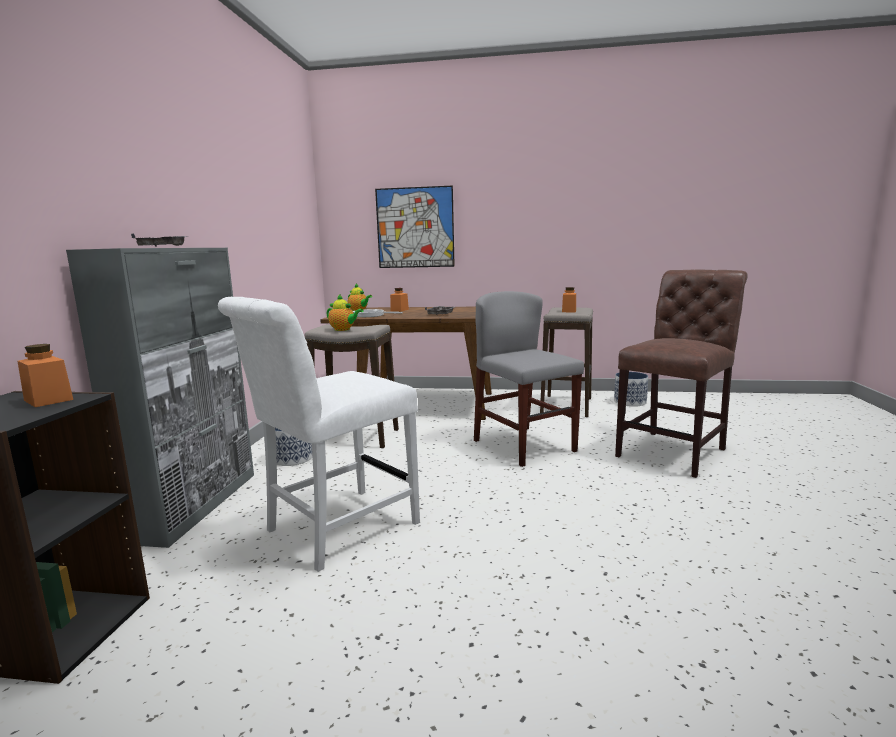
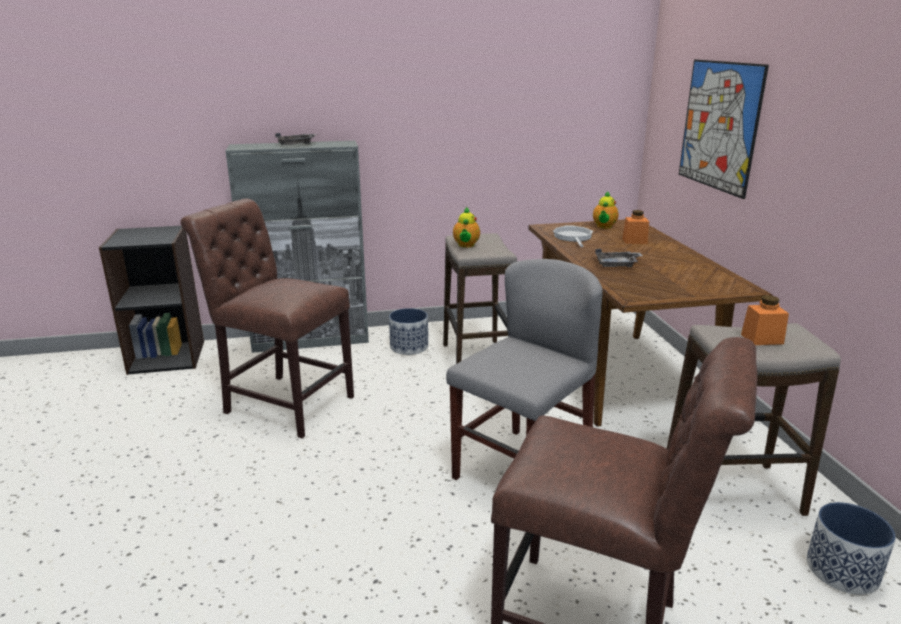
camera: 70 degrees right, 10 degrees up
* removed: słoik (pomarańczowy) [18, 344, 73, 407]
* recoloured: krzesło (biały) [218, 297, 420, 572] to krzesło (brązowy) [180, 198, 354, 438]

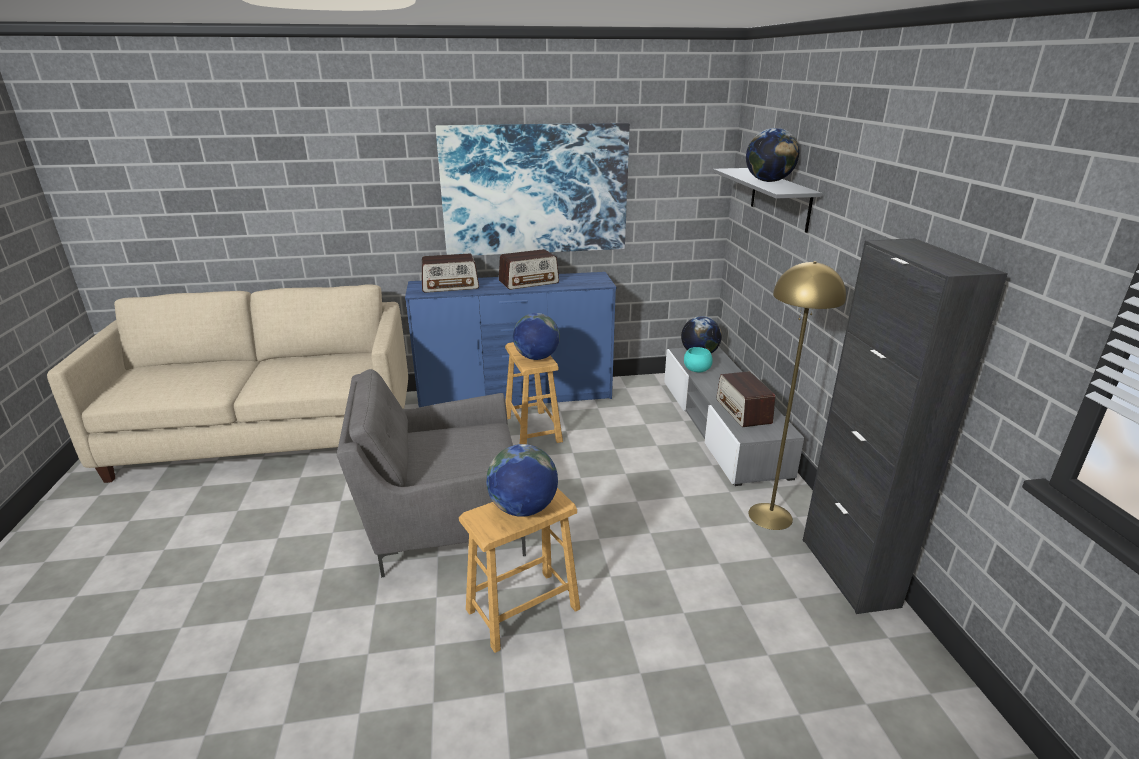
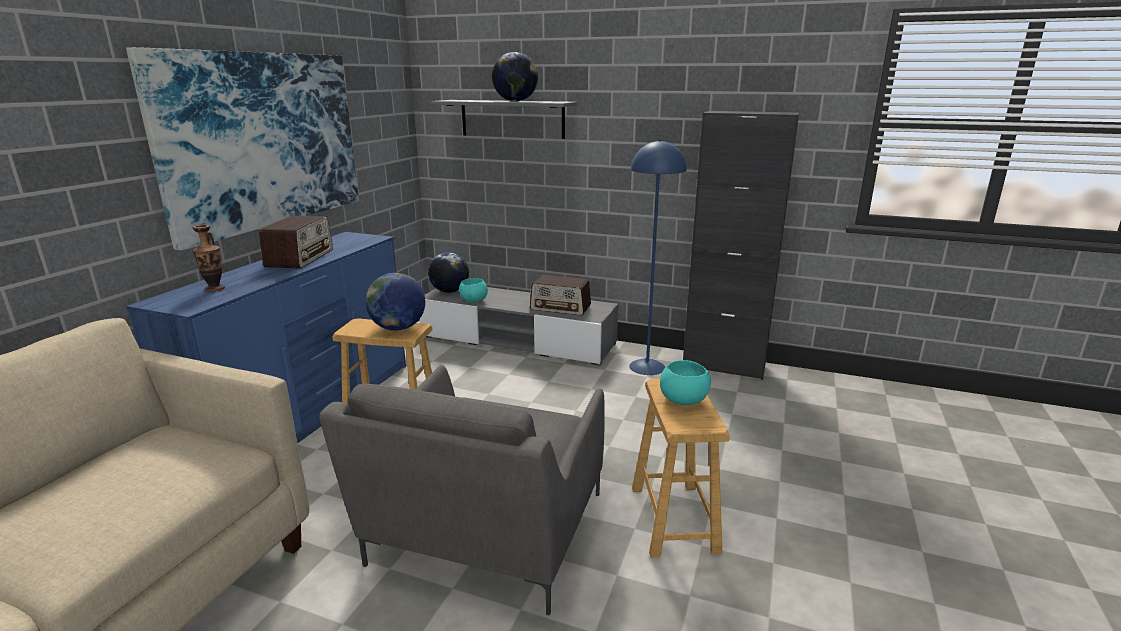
camera: 60 degrees left, 5 degrees down
* replaced: radio [422, 253, 479, 293] to wazon [192, 225, 225, 292]
* replaced: globus [486, 444, 558, 517] to miska (turkusowy) [660, 360, 711, 405]
* recoloured: lampa stojąca (żółty) [748, 261, 846, 530] to lampa stojąca (niebieski) [629, 140, 687, 375]

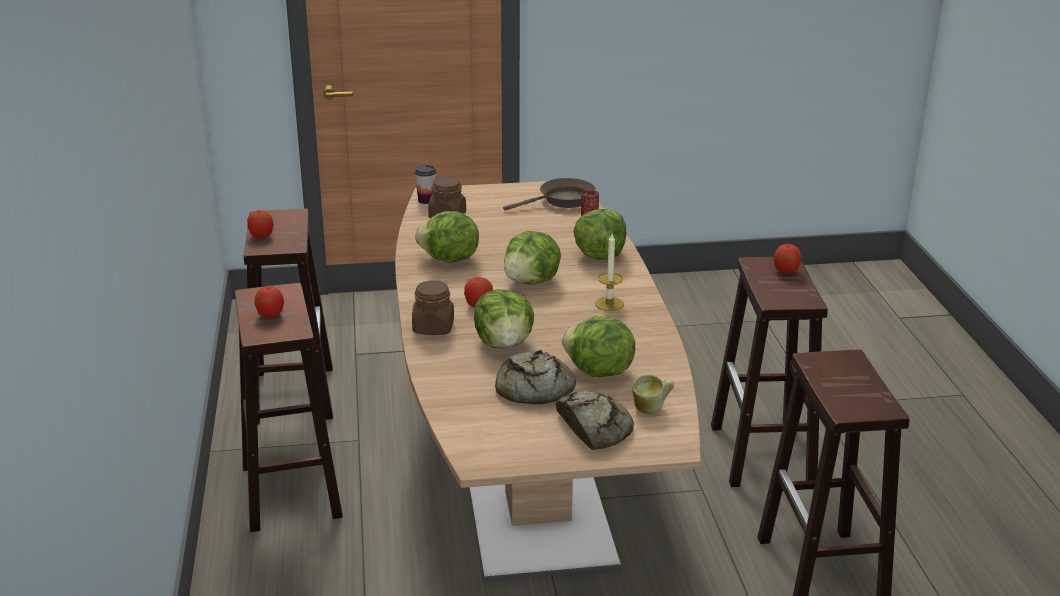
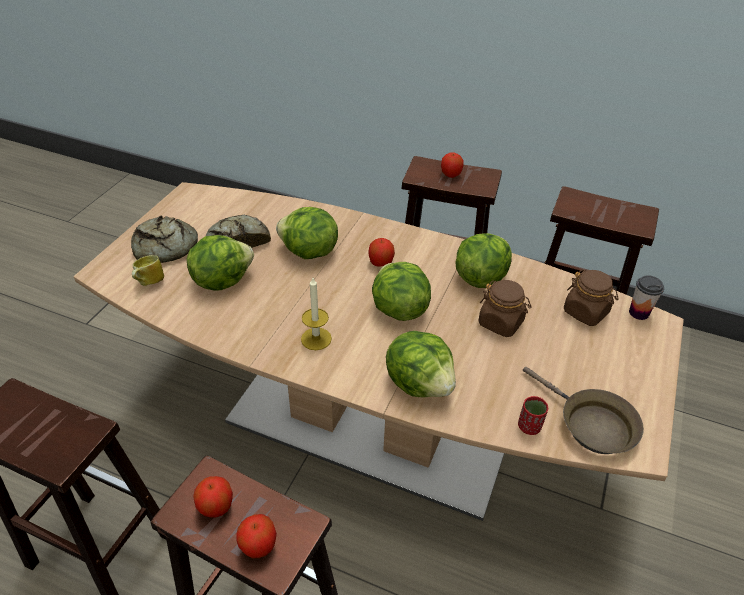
camera: 120 degrees right, 15 degrees up
* moved: jabłko [247, 210, 274, 239] to [193, 476, 233, 518]
* moved: słoik (brązowy) [412, 280, 454, 335] to [478, 280, 532, 337]
* turned: patelnia (brązowy) [503, 178, 596, 211] = [523, 367, 644, 454] 45 degrees counterclockwise

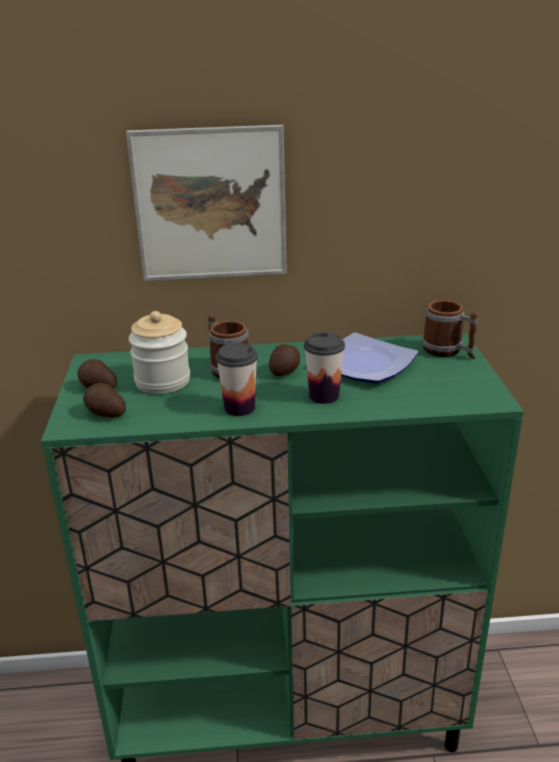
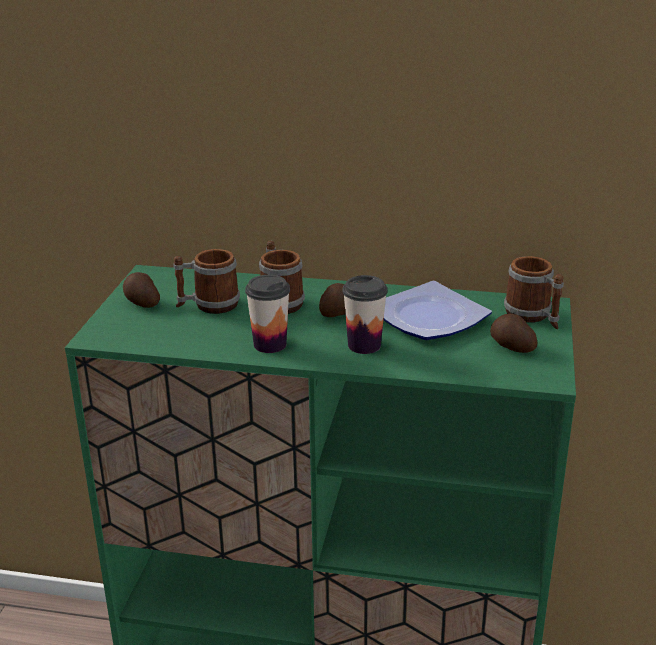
camera: 15 degrees right, 0 degrees up
* moved: ziemniak [83, 383, 126, 418] to [490, 314, 537, 353]
* removed: obraz [126, 125, 287, 281]
* replaced: słoik [129, 311, 190, 394] to kubek [173, 249, 240, 314]

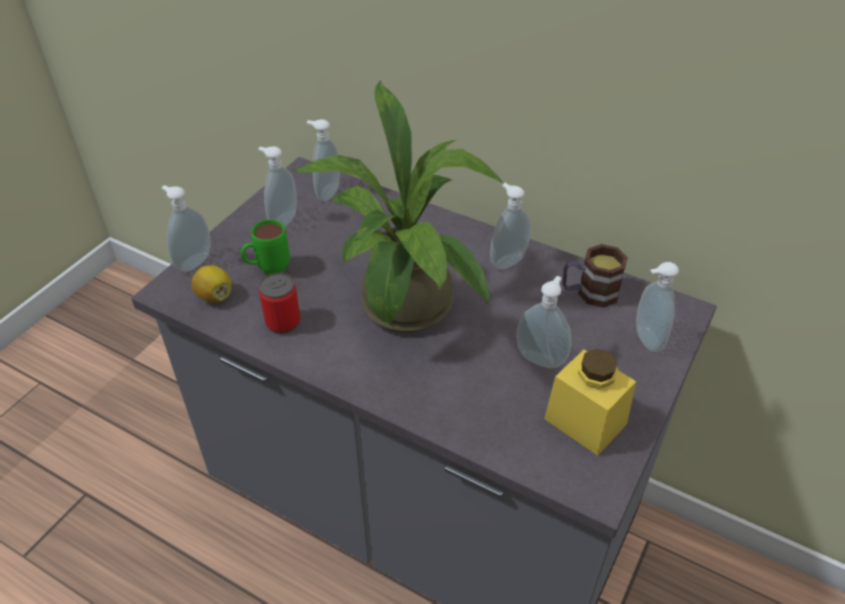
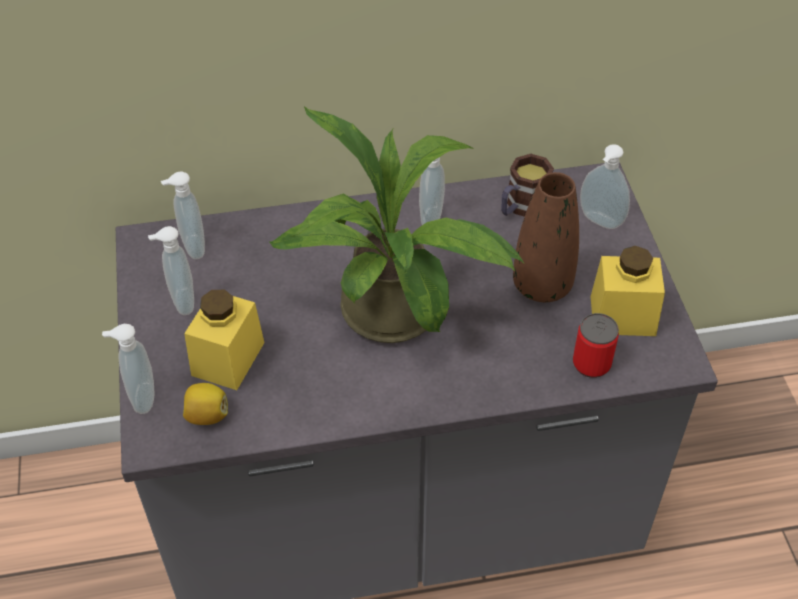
camera: 40 degrees left, 5 degrees up
* replaced: kubek (zielony) [241, 219, 290, 275] to słoik (żółty) [184, 290, 265, 390]
* moved: puszka [259, 273, 300, 334] to [573, 313, 619, 378]
* replaced: dozownik mydła [516, 276, 571, 368] to wazon (brązowy) [513, 172, 579, 302]

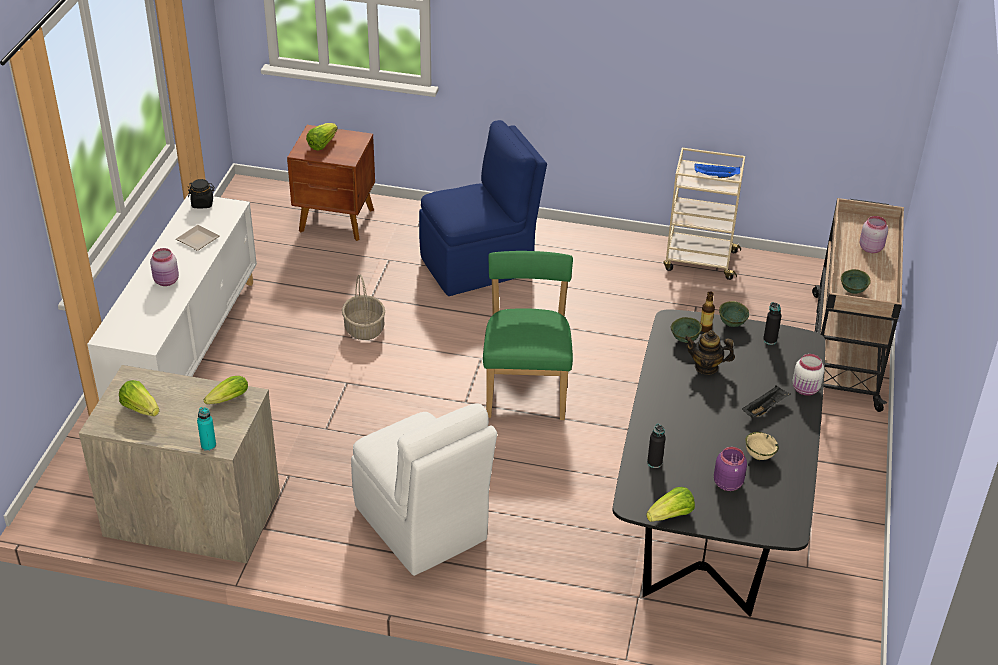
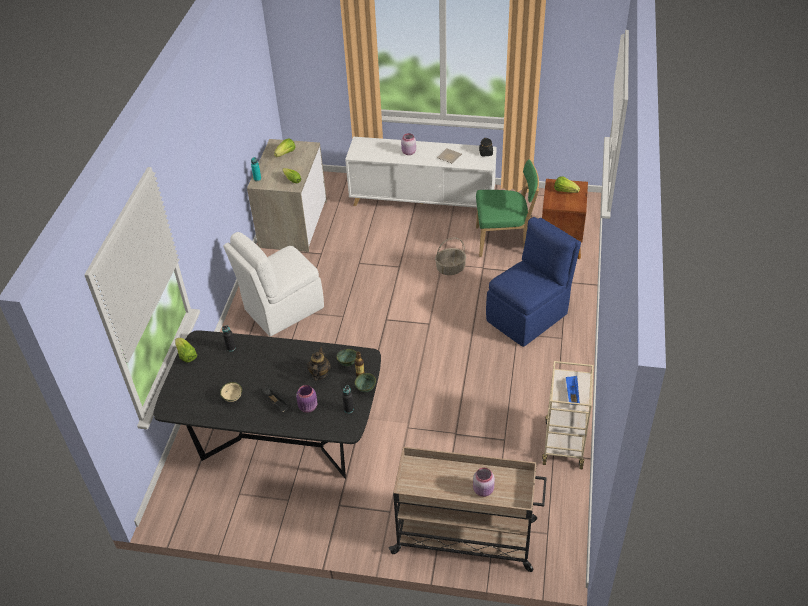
camera: 90 degrees right, 5 degrees up
* turned: krzesło (niebieski) [419, 120, 547, 296] = [486, 217, 581, 347] 105 degrees counterclockwise
* moved: krzesło (zielony) [483, 251, 573, 420] to [476, 159, 539, 257]
* moved: słoik (fioletowy) [714, 447, 747, 491] to [296, 385, 317, 413]
* removed: słoik (biały) [793, 354, 824, 396]
* removed: miska (zielony) [841, 269, 871, 294]

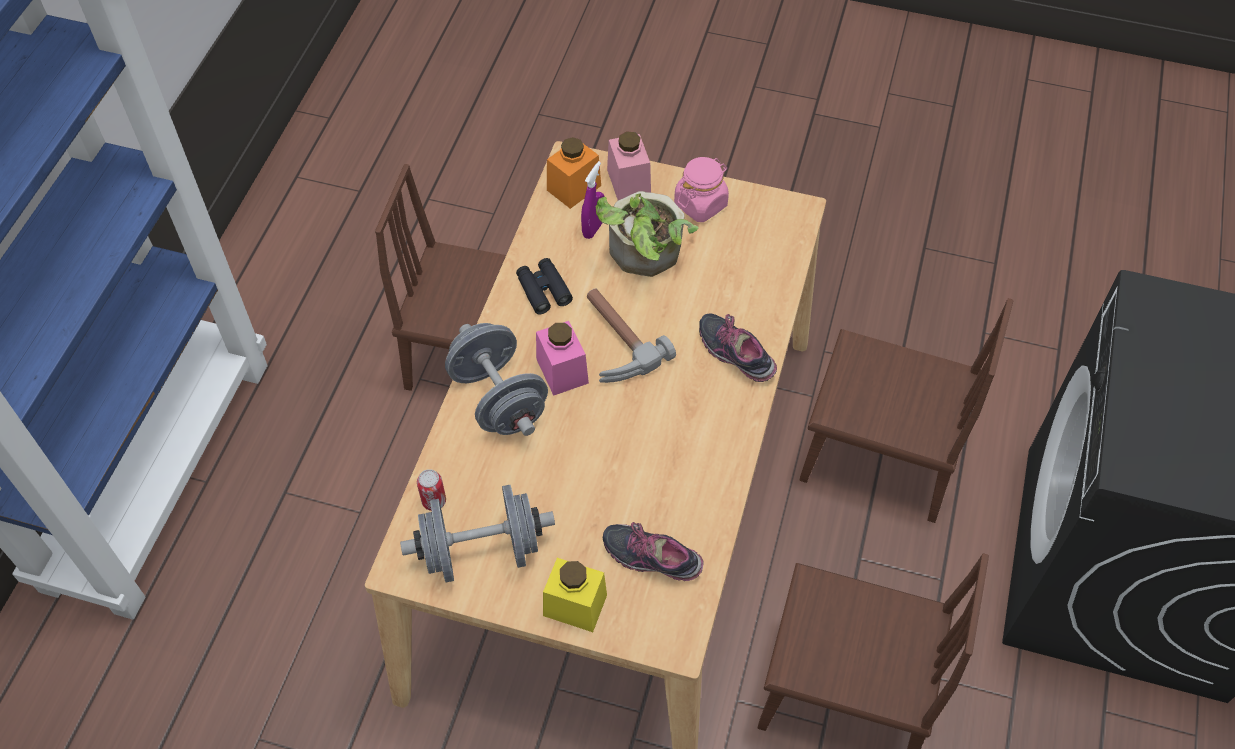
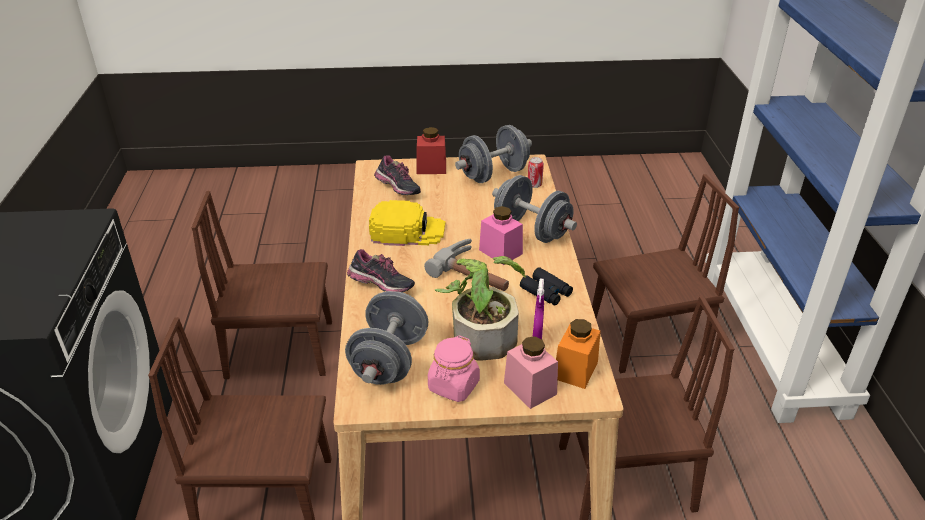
camera: 160 degrees right, 20 degrees down
* recoloured: słoik (żółty) [543, 558, 607, 632] to słoik (czerwony) [416, 127, 446, 174]
* turned: but [603, 522, 703, 581] = [374, 155, 421, 195] 45 degrees clockwise
* added: hantel (szary) [345, 291, 428, 385]
* added: czapka z daszkiem (żółty) [369, 200, 446, 246]
* added: krzesło (brązowy) [592, 174, 739, 373]

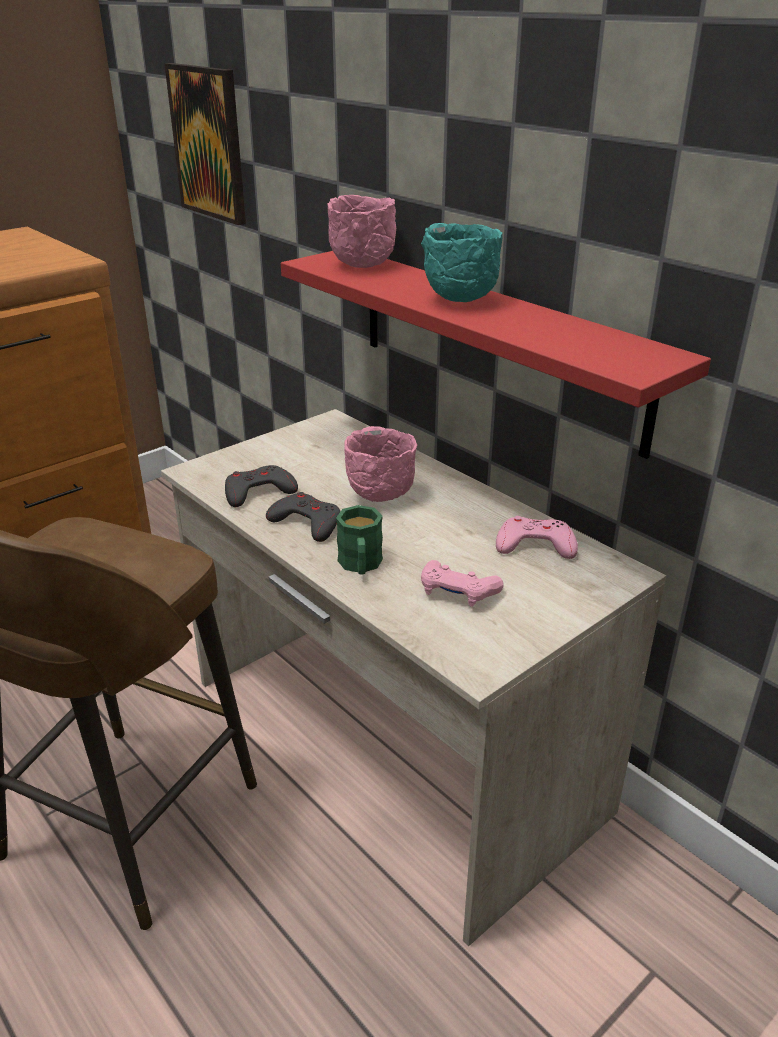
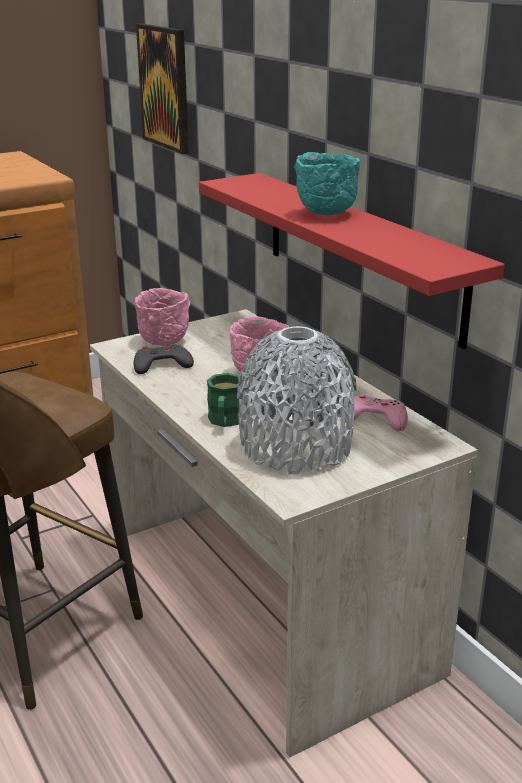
camera: 10 degrees right, 5 degrees down
* removed: pad do gier (szary) [266, 492, 340, 542]
* moved: miska (różowy) [327, 195, 396, 268] to [135, 288, 191, 346]
* replaced: pad do gier (różowy) [421, 560, 504, 607] to wazon (szary) [237, 326, 356, 475]

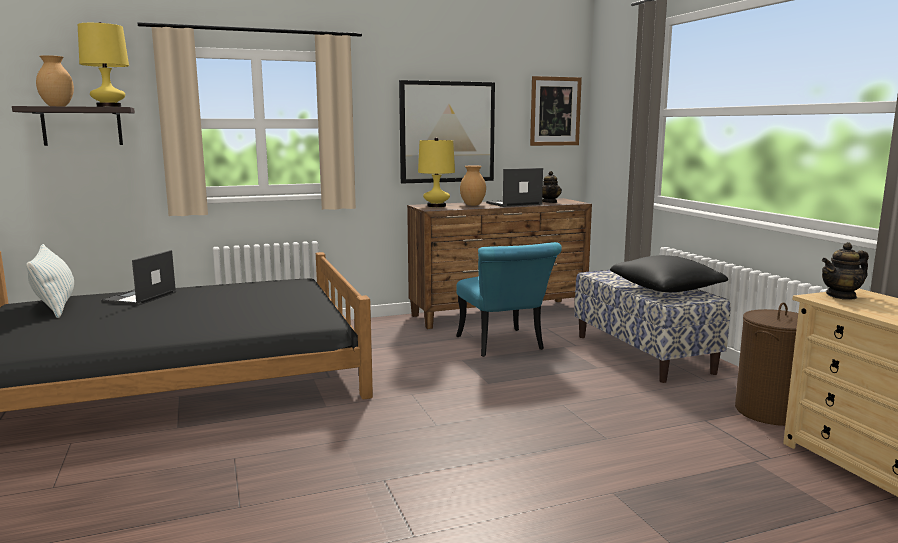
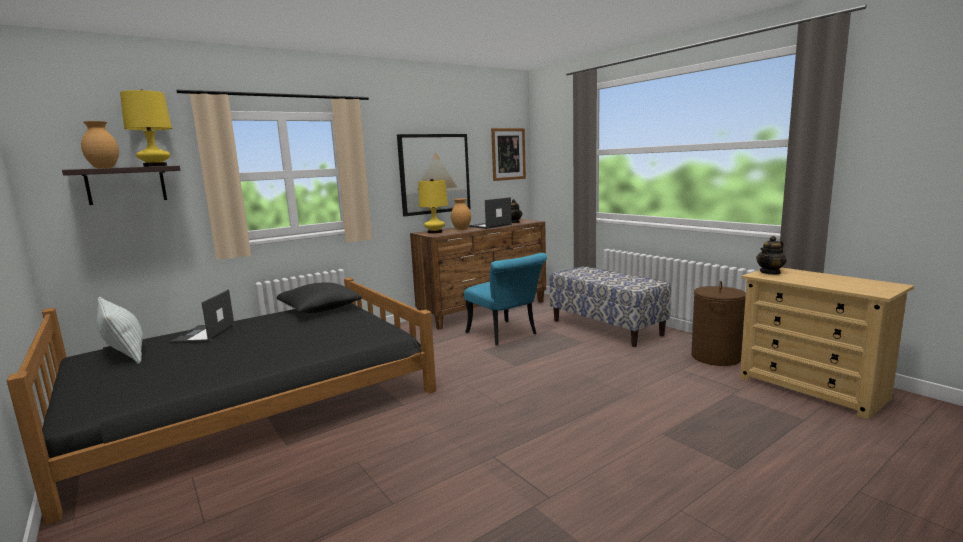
camera: 15 degrees left, 0 degrees up
* moved: poduszka (czarny) [610, 255, 728, 292] to [277, 282, 362, 313]

